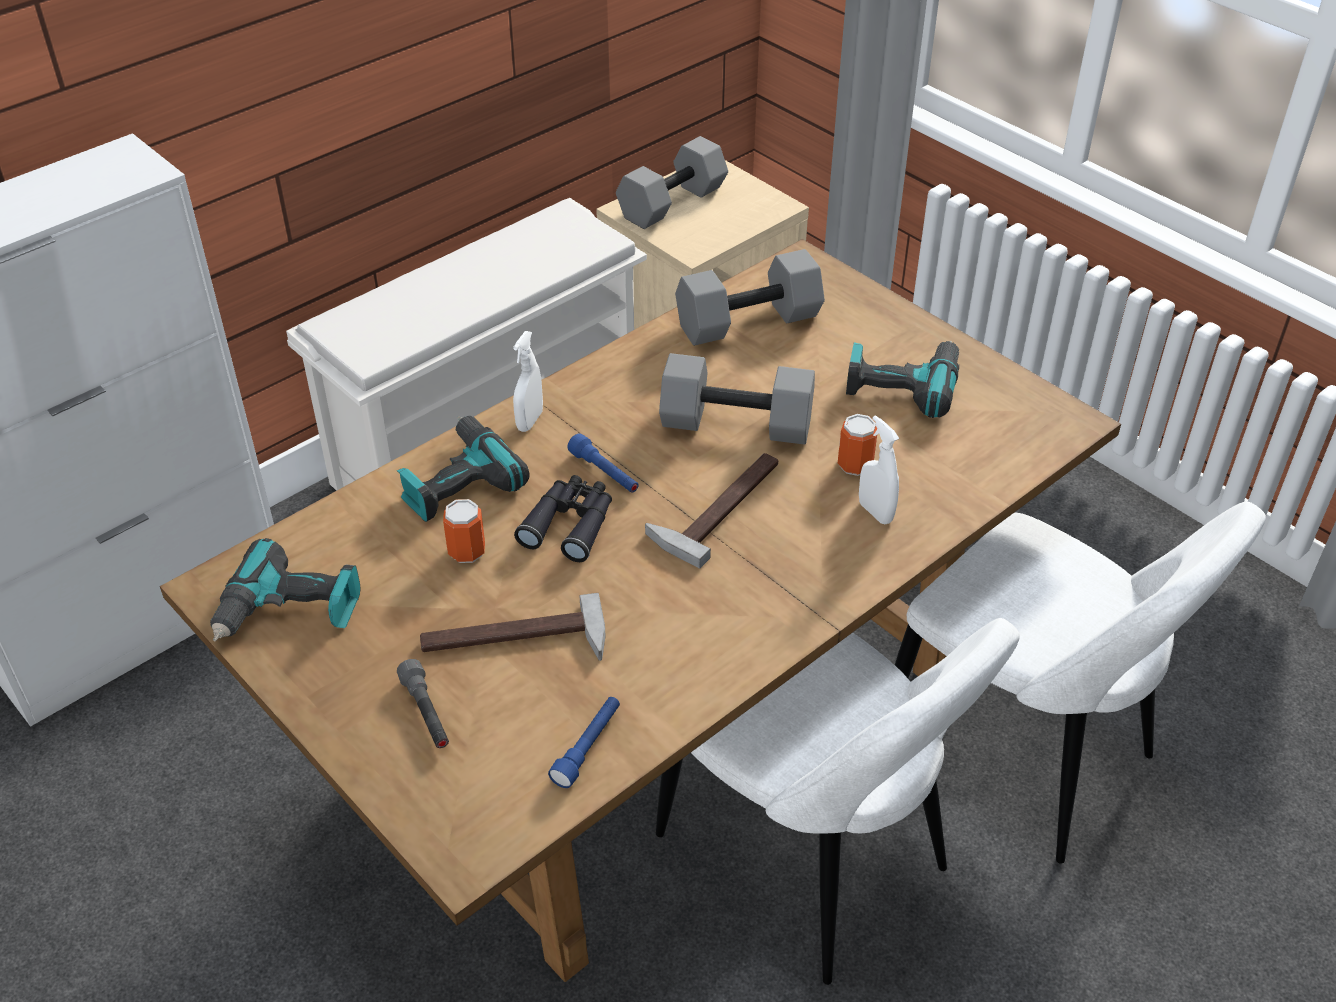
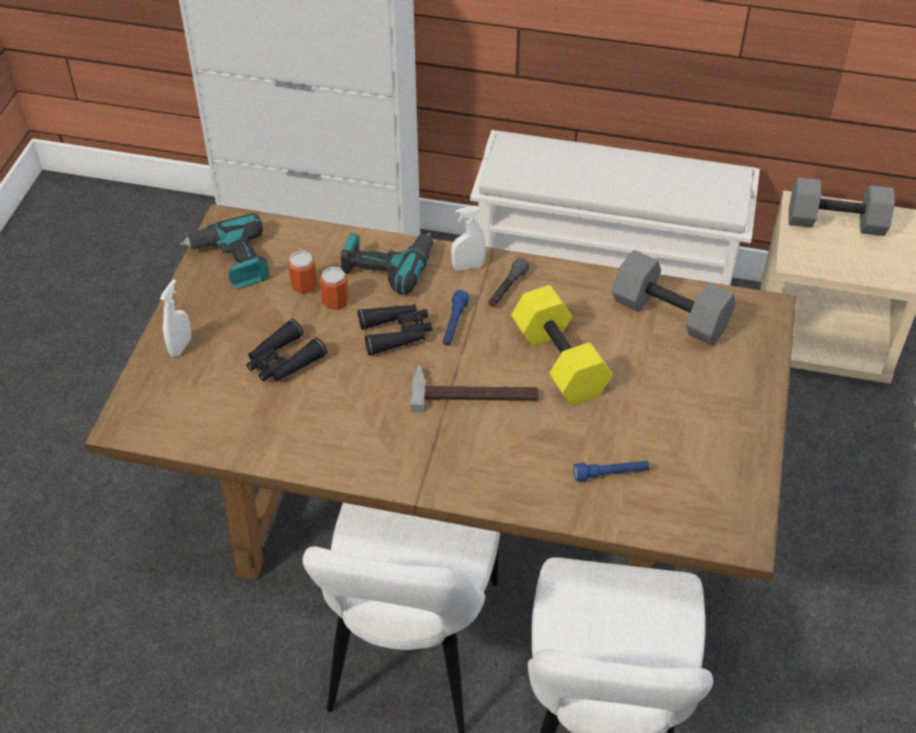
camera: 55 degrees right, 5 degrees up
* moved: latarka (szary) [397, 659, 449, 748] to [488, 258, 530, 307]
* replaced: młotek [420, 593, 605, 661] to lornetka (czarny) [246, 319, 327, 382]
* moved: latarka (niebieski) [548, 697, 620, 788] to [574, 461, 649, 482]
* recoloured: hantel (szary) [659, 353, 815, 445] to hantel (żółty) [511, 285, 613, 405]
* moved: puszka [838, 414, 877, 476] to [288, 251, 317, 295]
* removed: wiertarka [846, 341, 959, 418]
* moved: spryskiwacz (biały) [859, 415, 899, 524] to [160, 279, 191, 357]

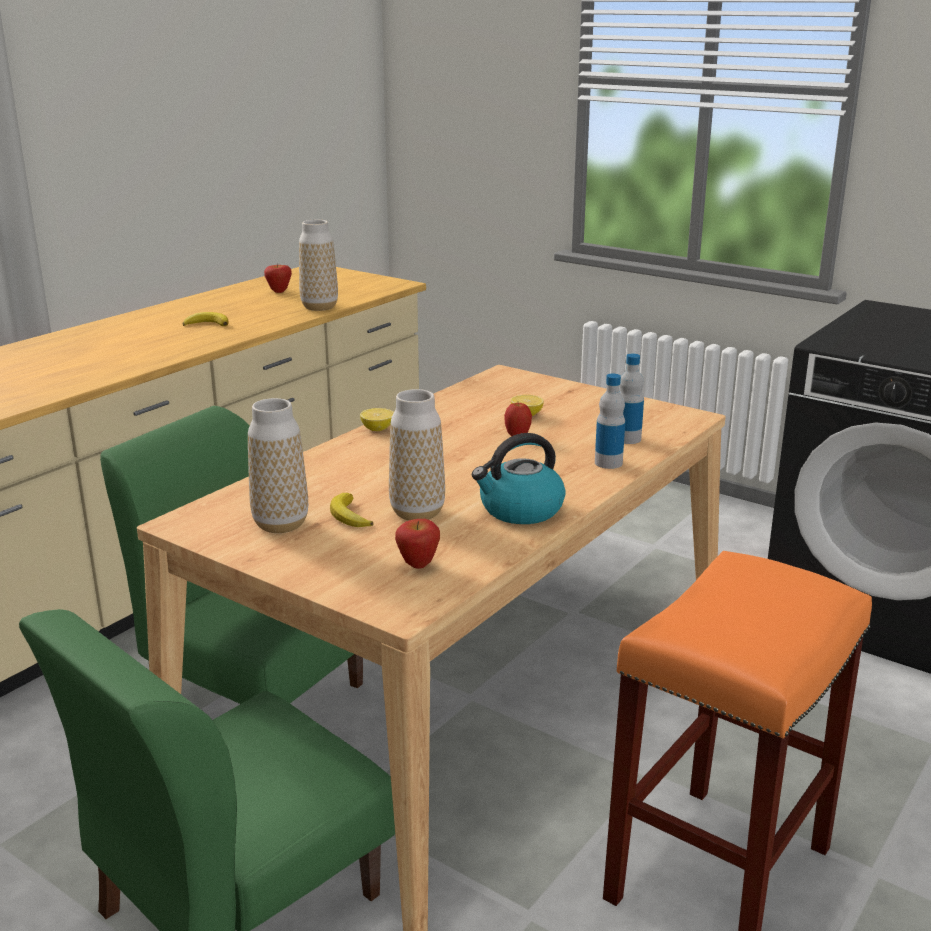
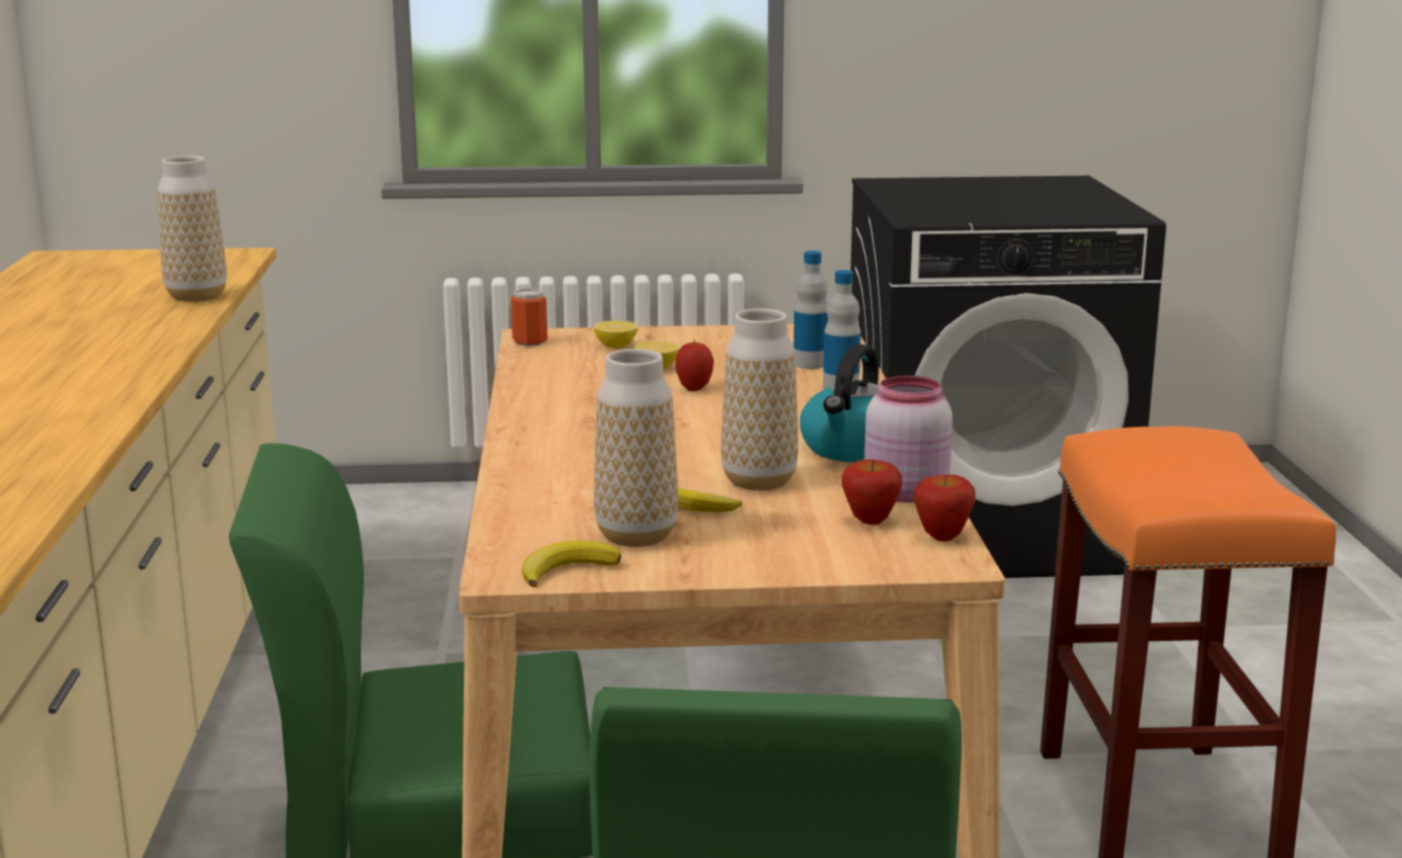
camera: 40 degrees left, 5 degrees down
* moved: banan [183, 312, 229, 326] to [522, 541, 621, 587]
* moved: jabłko [264, 264, 292, 293] to [913, 475, 976, 541]
* moved: cytryna [360, 408, 394, 431] to [594, 321, 638, 348]
* added: puszka [511, 288, 547, 347]
* added: słoik (różowy) [864, 376, 953, 502]

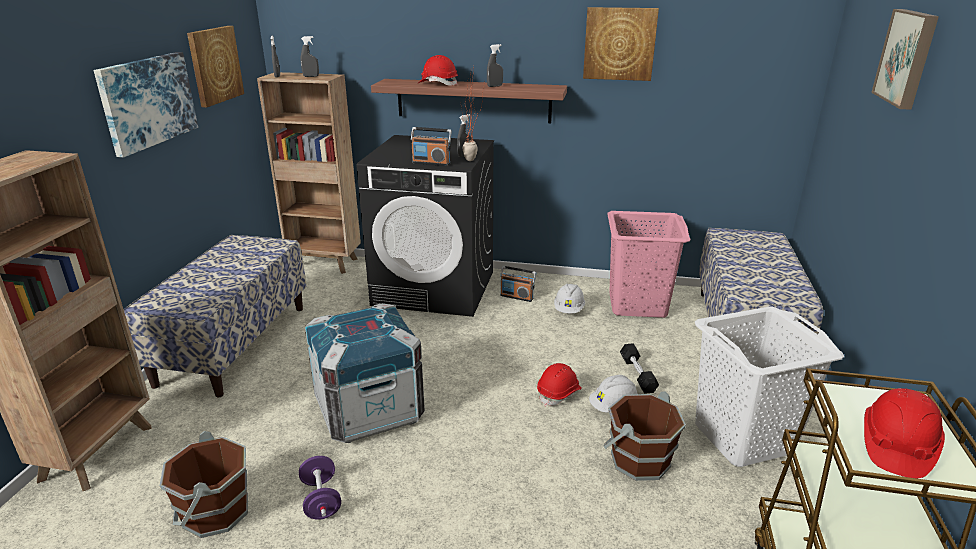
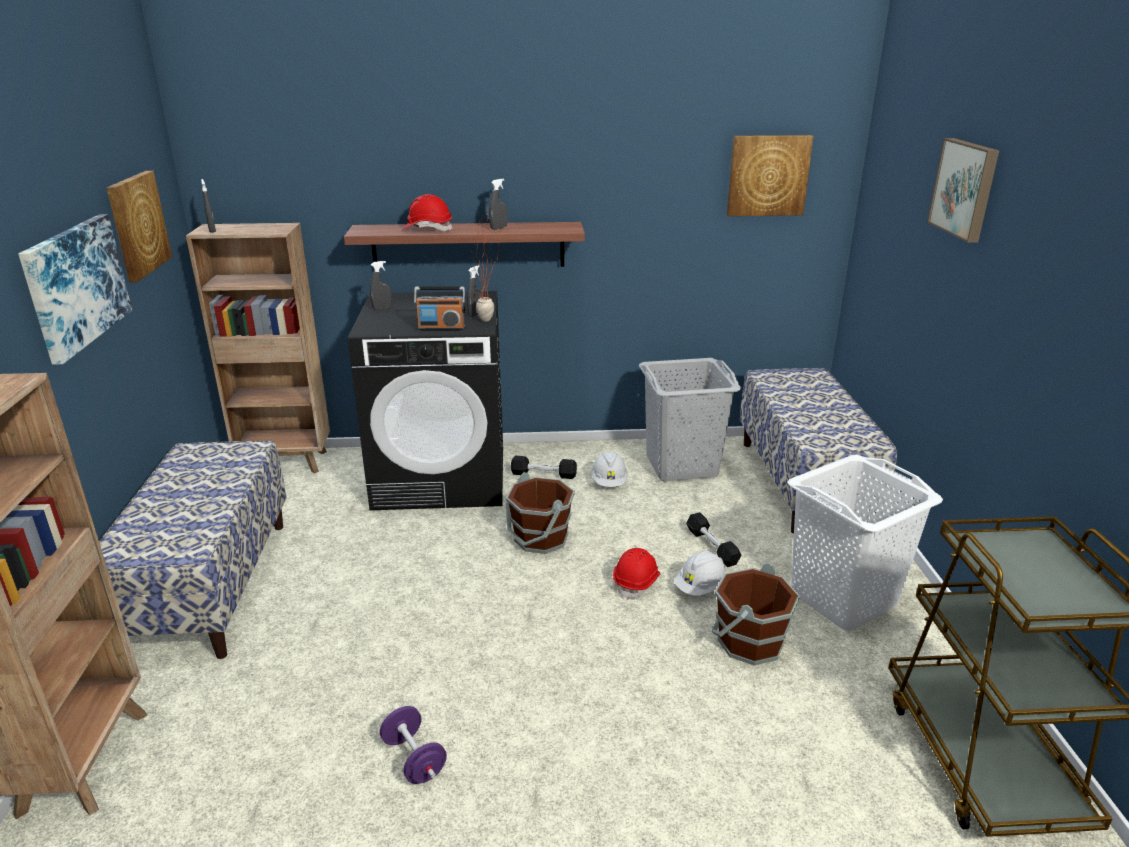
camera: 15 degrees left, 0 degrees up
* moved: wiadro (brązowy) [160, 431, 248, 538] to [506, 472, 575, 554]
* moved: spryskiwacz (szary) [301, 36, 319, 77] to [370, 261, 392, 310]
* removed: skrzynka [305, 303, 425, 443]
* replaced: radio [500, 266, 536, 302] to hantel (czarny) [511, 456, 577, 479]
* moved: obraz [583, 7, 659, 81] to [727, 135, 814, 216]
* recoloured: kosz na pranie (różowy) [607, 211, 691, 318] to kosz na pranie (szary) [639, 358, 741, 482]
* removed: kask (czerwony) [864, 388, 945, 479]

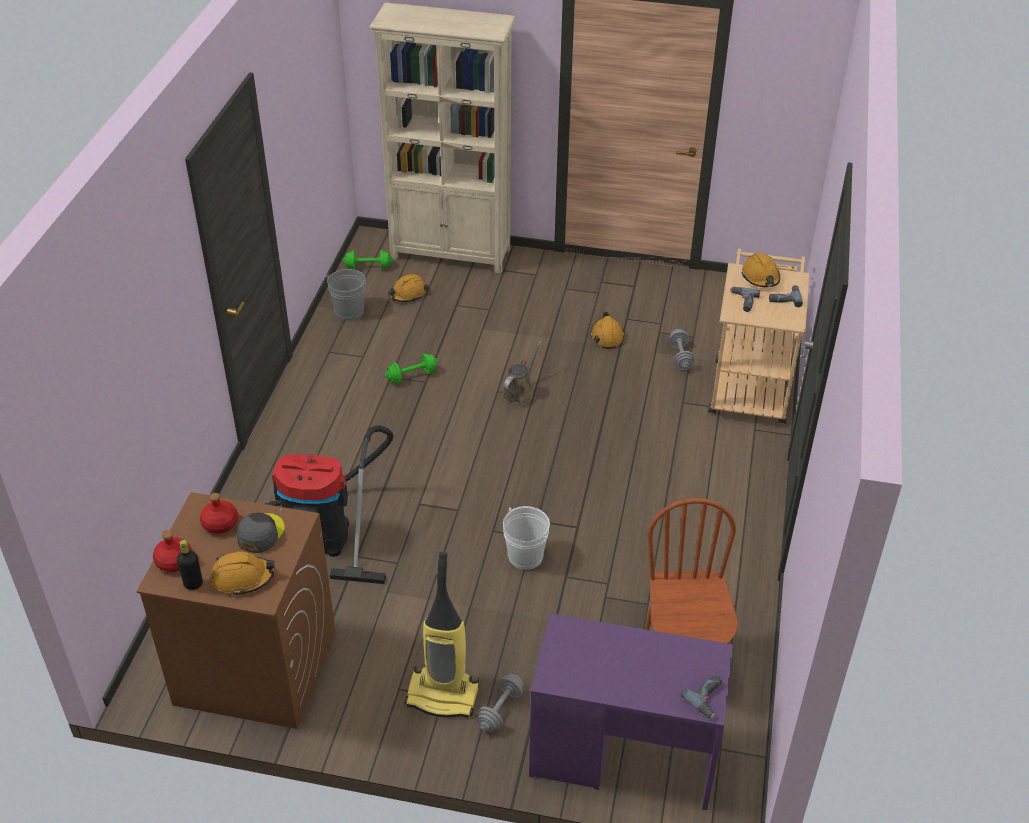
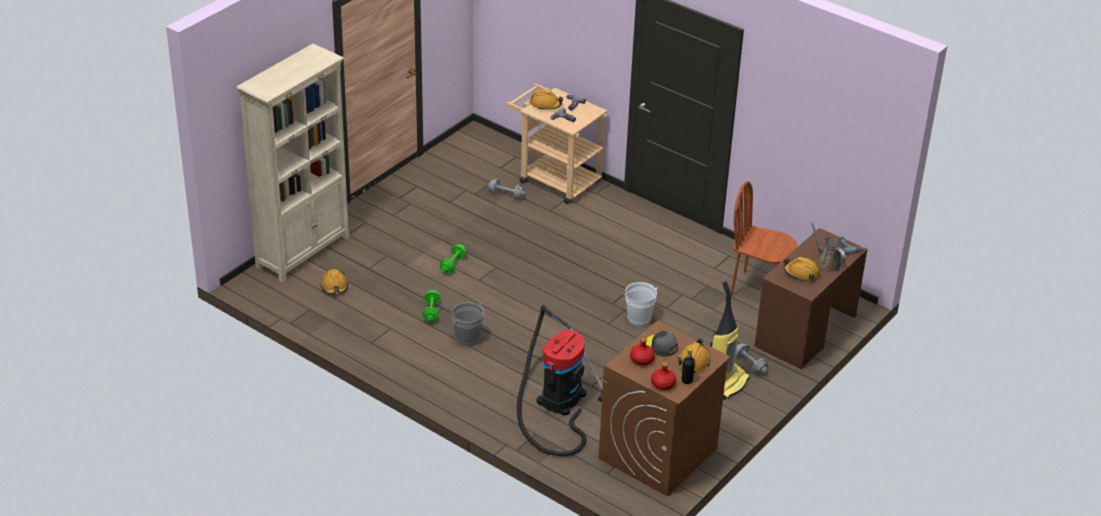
camera: 65 degrees left, 5 degrees down
* moved: wiadro (szary) [325, 269, 366, 321] to [452, 302, 484, 346]
* moved: hantel (zielony) [342, 250, 394, 270] to [440, 244, 466, 274]
* moved: konewka (brązowy) [502, 340, 542, 405] to [810, 221, 846, 273]
* recoloured: biurko (fioletowy) [529, 613, 733, 810] to biurko (brązowy) [755, 228, 868, 370]
* moved: kask (pomarańczowy) [590, 311, 625, 349] to [784, 257, 820, 281]

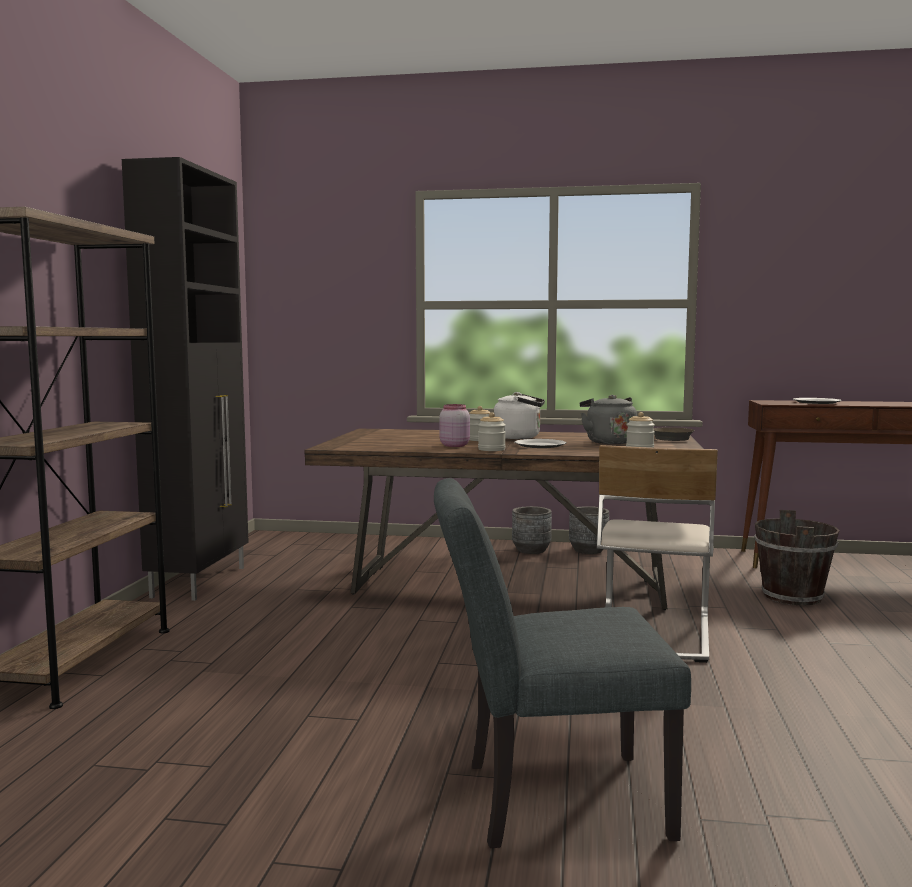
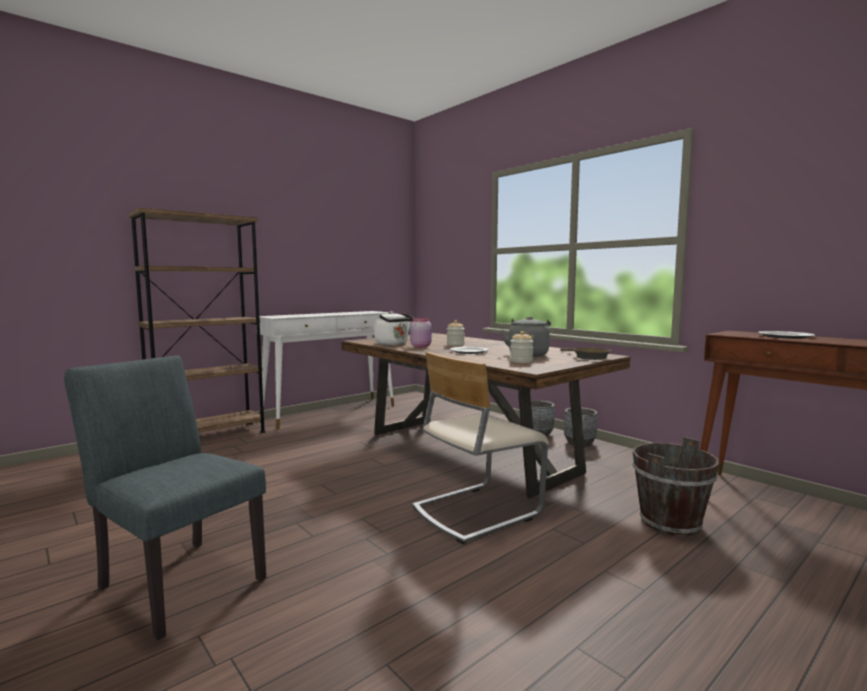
camera: 40 degrees right, 0 degrees up
* replaced: szafka (czarny) [122, 157, 249, 601] to stolik konsolowy (biały) [256, 311, 394, 430]
* removed: słoik [478, 412, 506, 451]
* moved: czajnik (biały) [494, 392, 545, 439] to [374, 311, 414, 345]

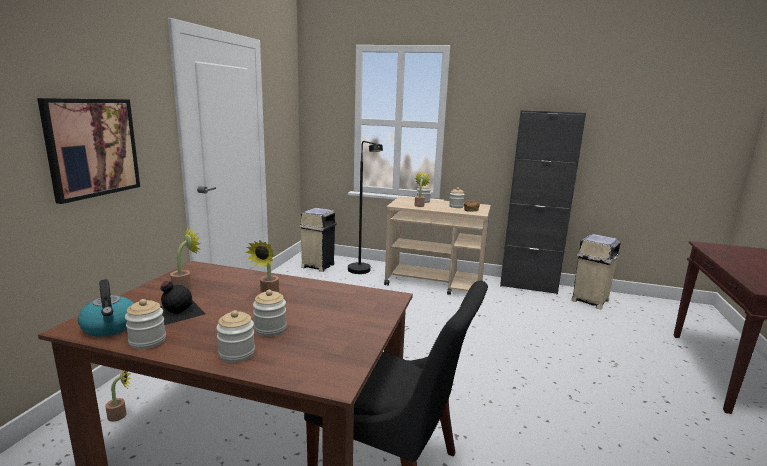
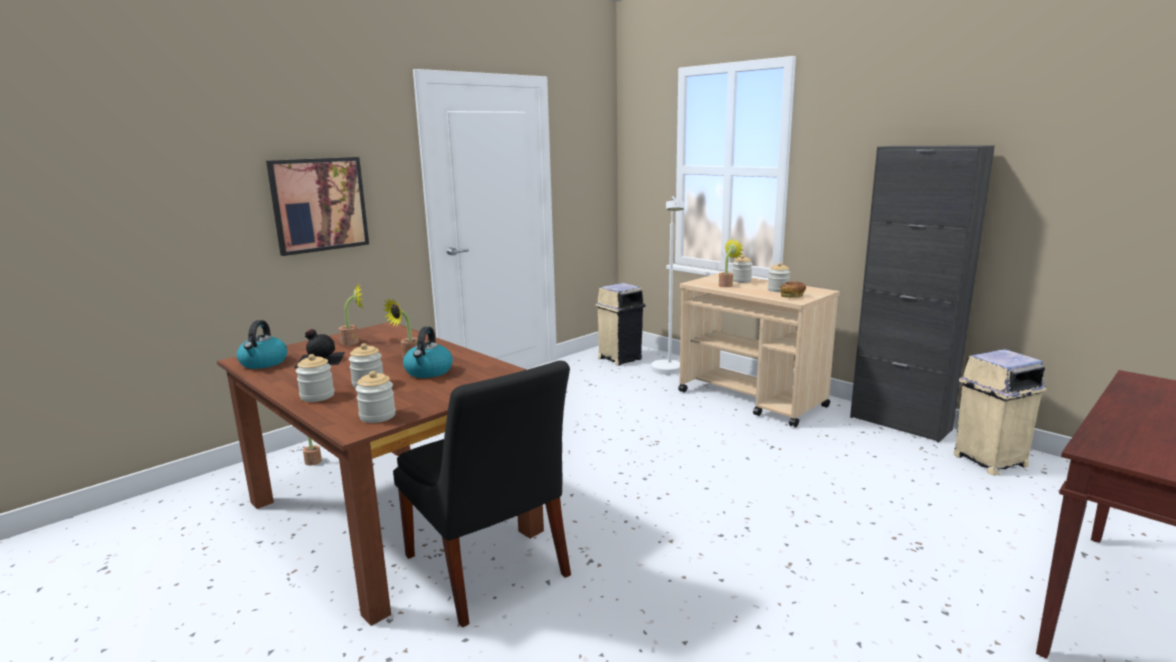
camera: 30 degrees right, 0 degrees up
* moved: słoik [125, 299, 166, 349] to [356, 371, 396, 423]
* recoloured: lampa stojąca (czarny) [348, 141, 383, 274] to lampa stojąca (biały) [651, 196, 684, 375]
* added: czajnik [403, 327, 453, 378]

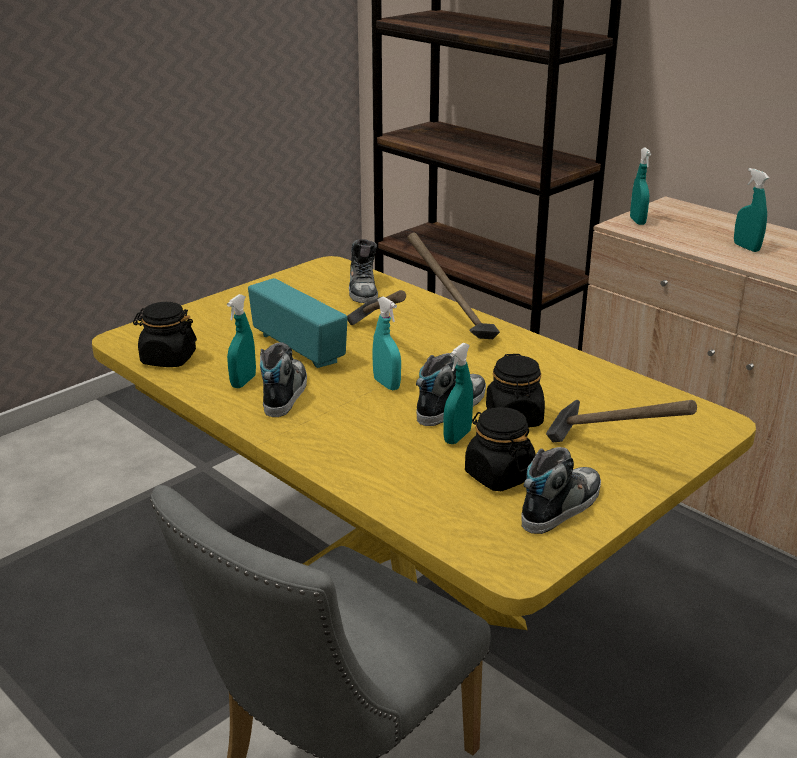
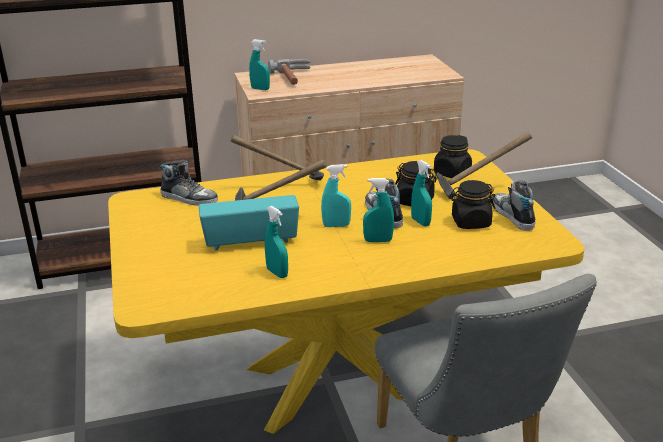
camera: 60 degrees left, 0 degrees up
* moved: słoik (czarny) [133, 302, 197, 367] to [434, 135, 472, 178]
* removed: but [260, 342, 307, 417]
* moved: spryskiwacz (turkusowy) [734, 168, 769, 252] to [363, 178, 394, 242]
* added: młotek [268, 59, 311, 85]

